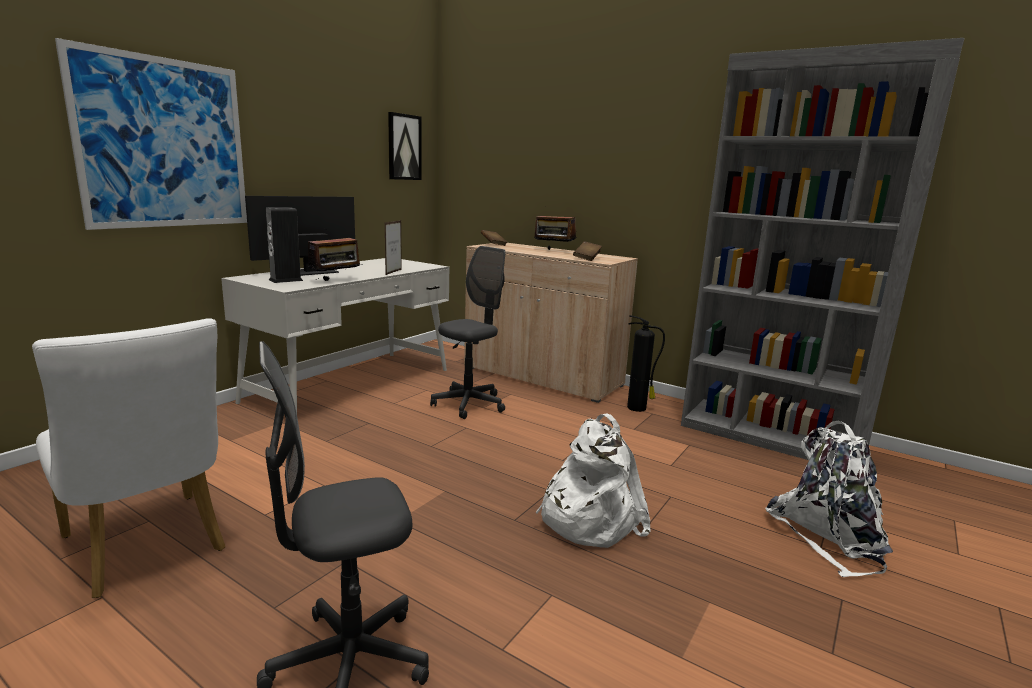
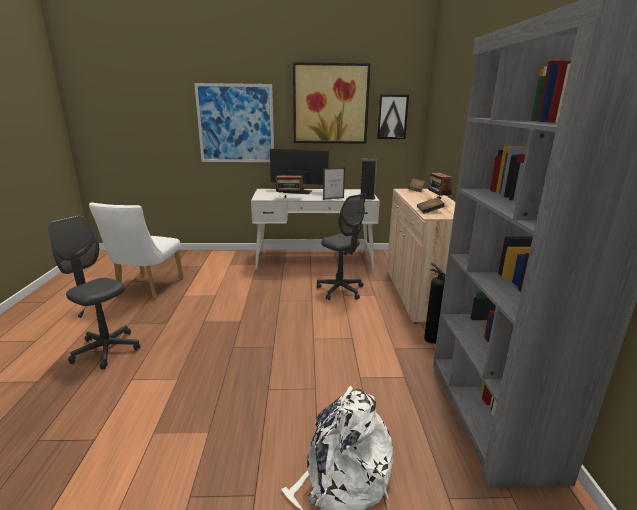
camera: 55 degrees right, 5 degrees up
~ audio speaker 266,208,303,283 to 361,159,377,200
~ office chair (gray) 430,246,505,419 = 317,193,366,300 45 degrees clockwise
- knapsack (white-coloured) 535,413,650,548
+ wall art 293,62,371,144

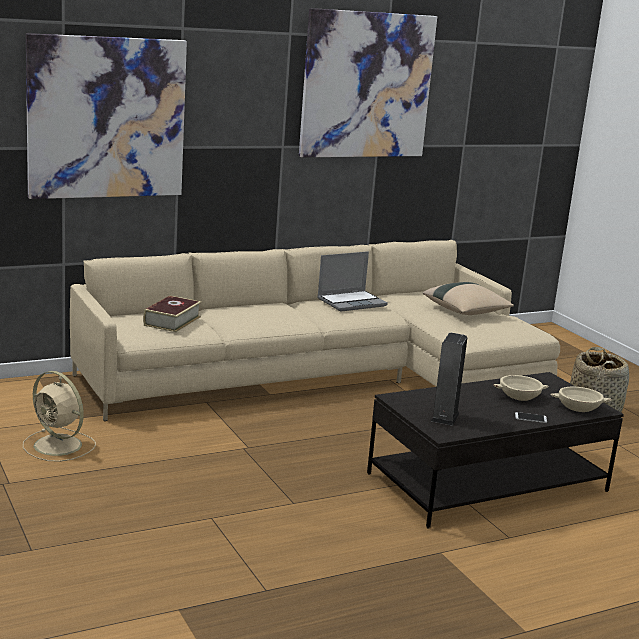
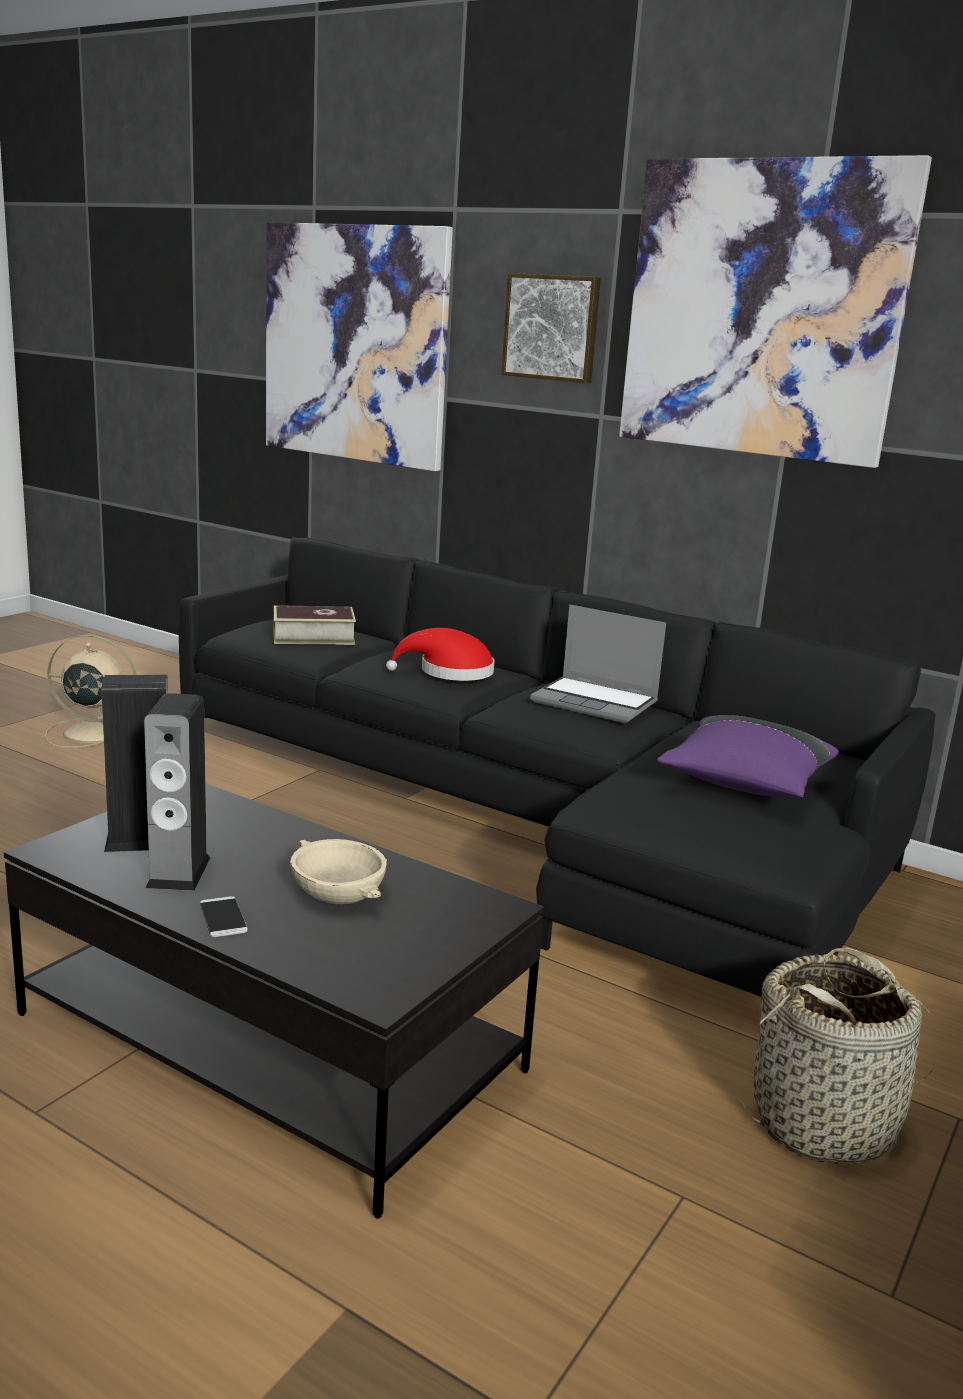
camera: 60 degrees right, 0 degrees up
~ couch (beige) 70,240,560,421 to couch (blackish) 179,537,935,997
~ throw pillow (beige) 423,282,514,315 to throw pillow (purple) 657,715,839,798
~ fan (beige) 23,371,96,462 = 45,634,136,748 90 degrees clockwise
- serving bowl (beige) 550,387,612,412
+ wall art 501,273,601,383
+ hat (reddish) 386,628,494,681
+ audio speaker 144,693,210,891

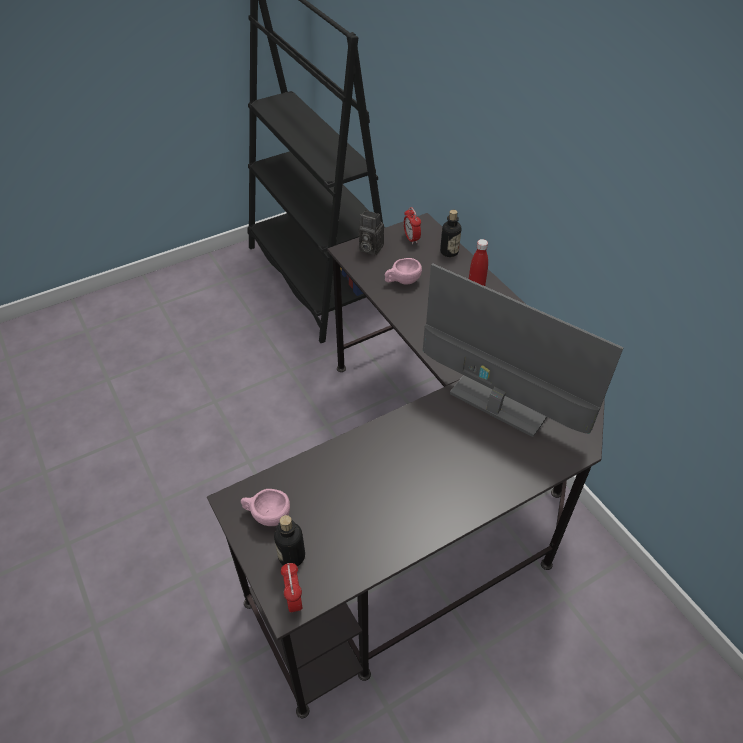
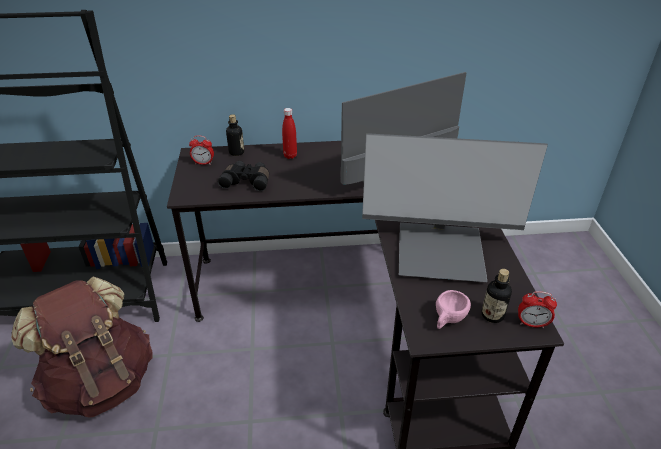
camera: 65 degrees left, 10 degrees down
- photo camera 359,210,384,256
~ drinking cup (pink) 385,258,422,285 to binoculars (blackish) 218,161,269,191
+ computer screen 362,133,548,282
+ knapsack (brown) 11,276,152,418

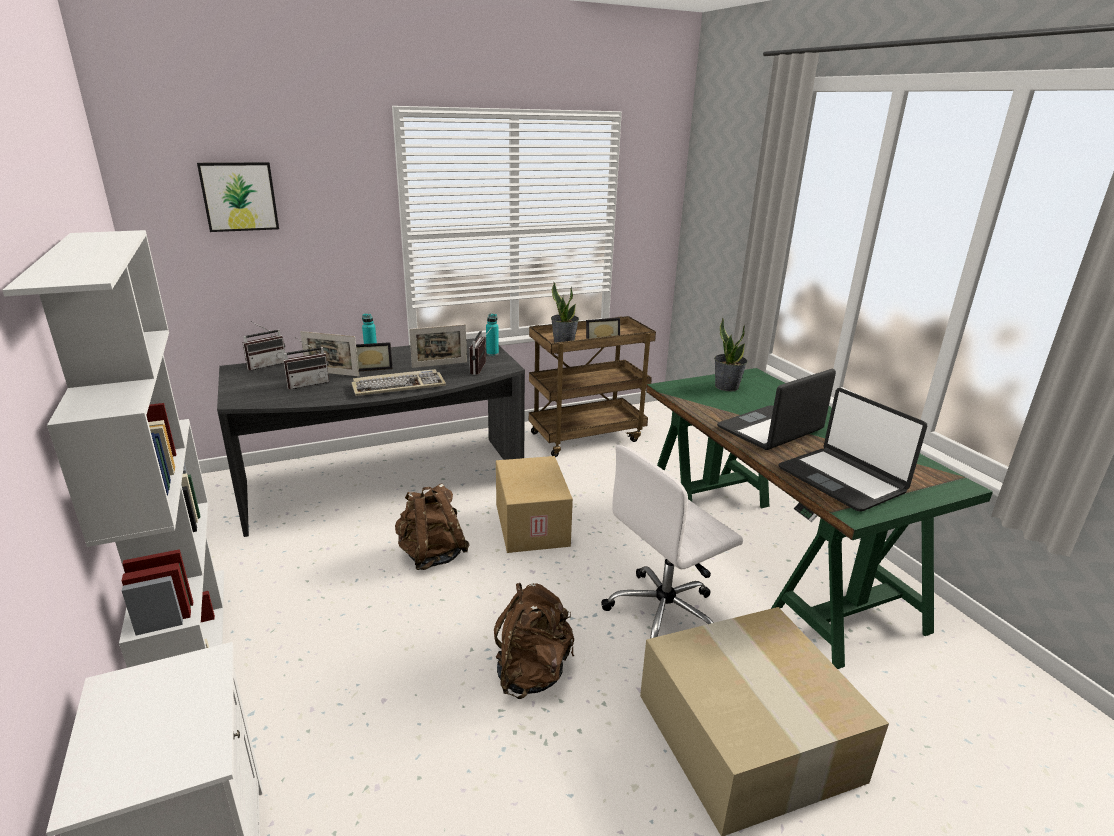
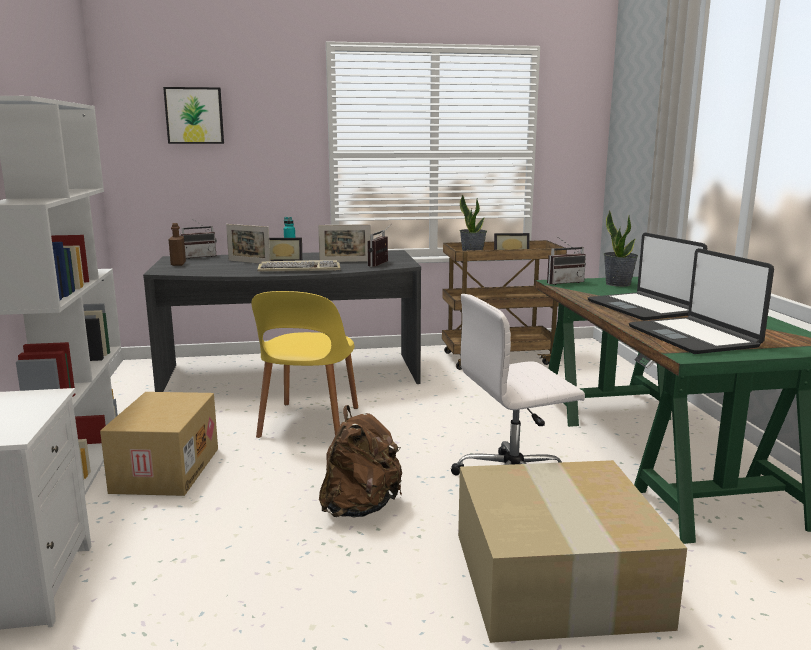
camera: 15 degrees right, 10 degrees down
- beverage bottle (turquoise-coloured) 486,313,499,356
~ radio set 283,337,329,389 to 547,238,586,285
~ portable computer 717,369,836,450 = 588,232,707,321 90 degrees counterclockwise
~ carton 496,456,573,553 to 100,392,218,496
~ knapsack (brown) 395,484,470,570 to chair (yellow) 251,291,358,438
+ beverage bottle (brown) 169,223,186,266

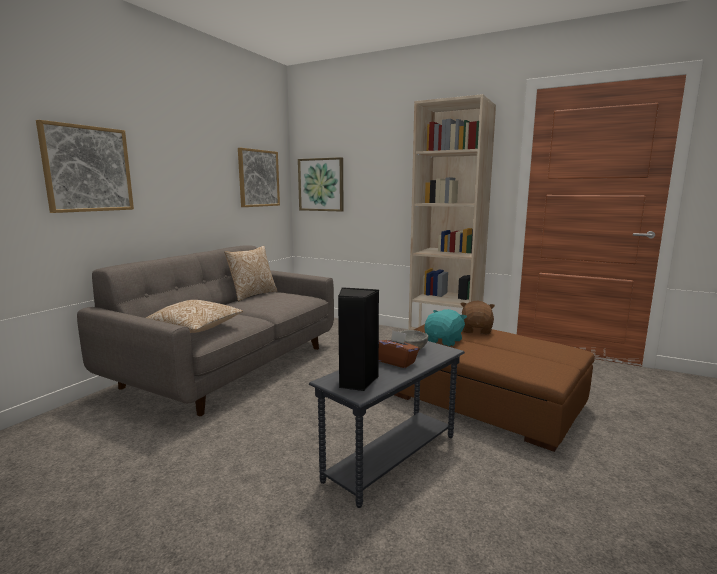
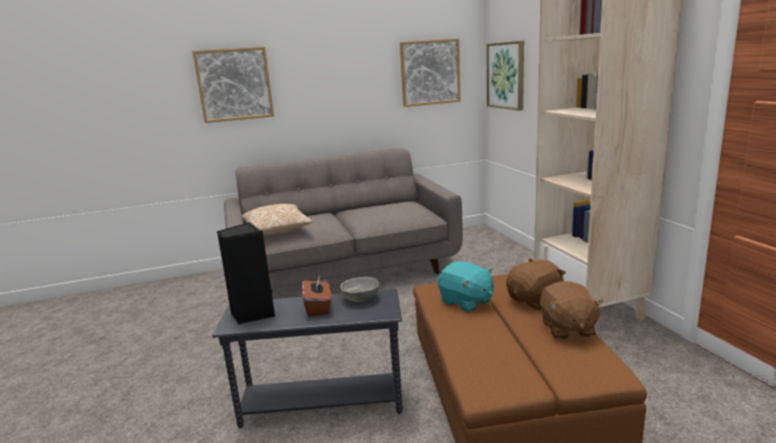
camera: 45 degrees right, 5 degrees up
- throw pillow 224,246,278,301
~ soft toy (turquoise-coloured) 424,309,467,346 = 438,261,494,312 60 degrees clockwise
+ soft toy (brown) 540,281,604,340

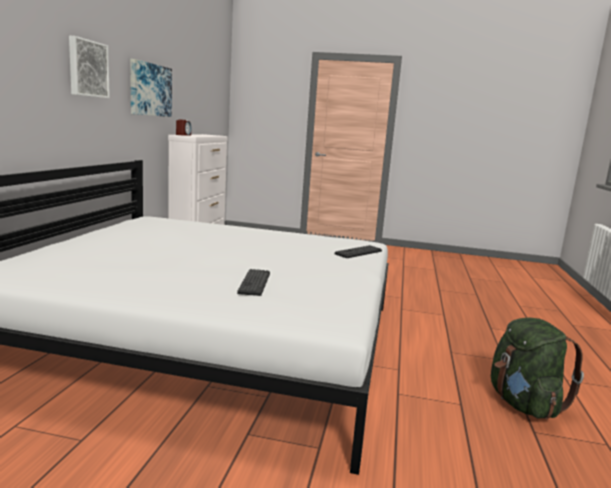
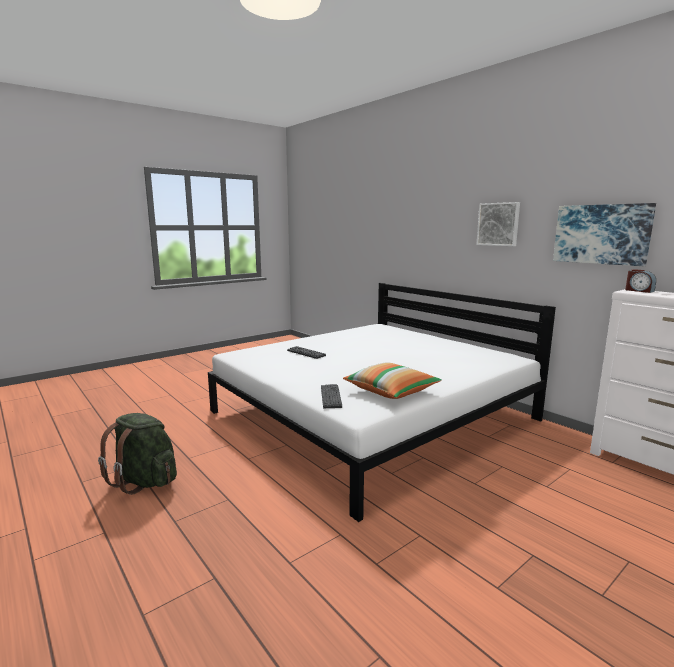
camera: 130 degrees right, 0 degrees up
+ throw pillow 343,362,442,399

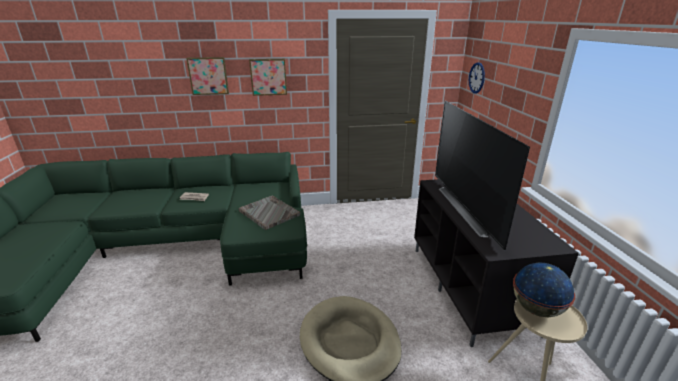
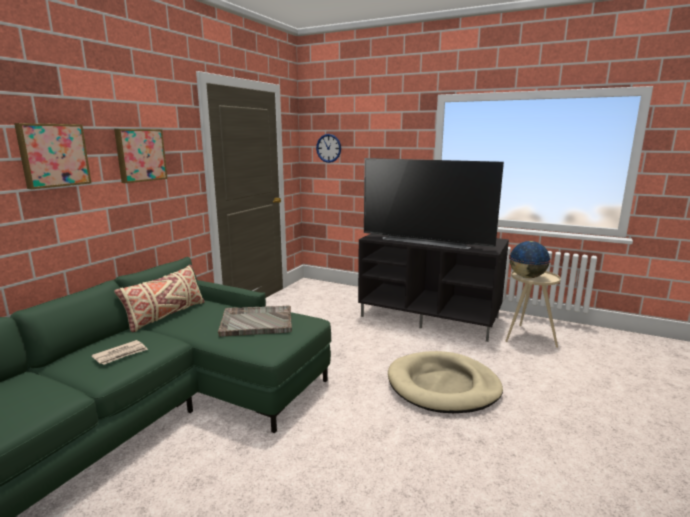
camera: 55 degrees left, 10 degrees down
+ throw pillow (beige) 114,265,205,332

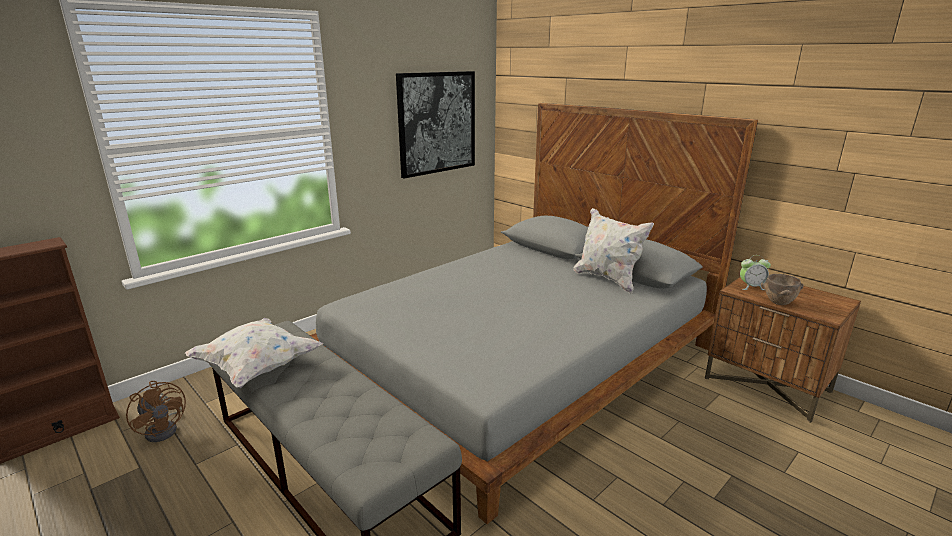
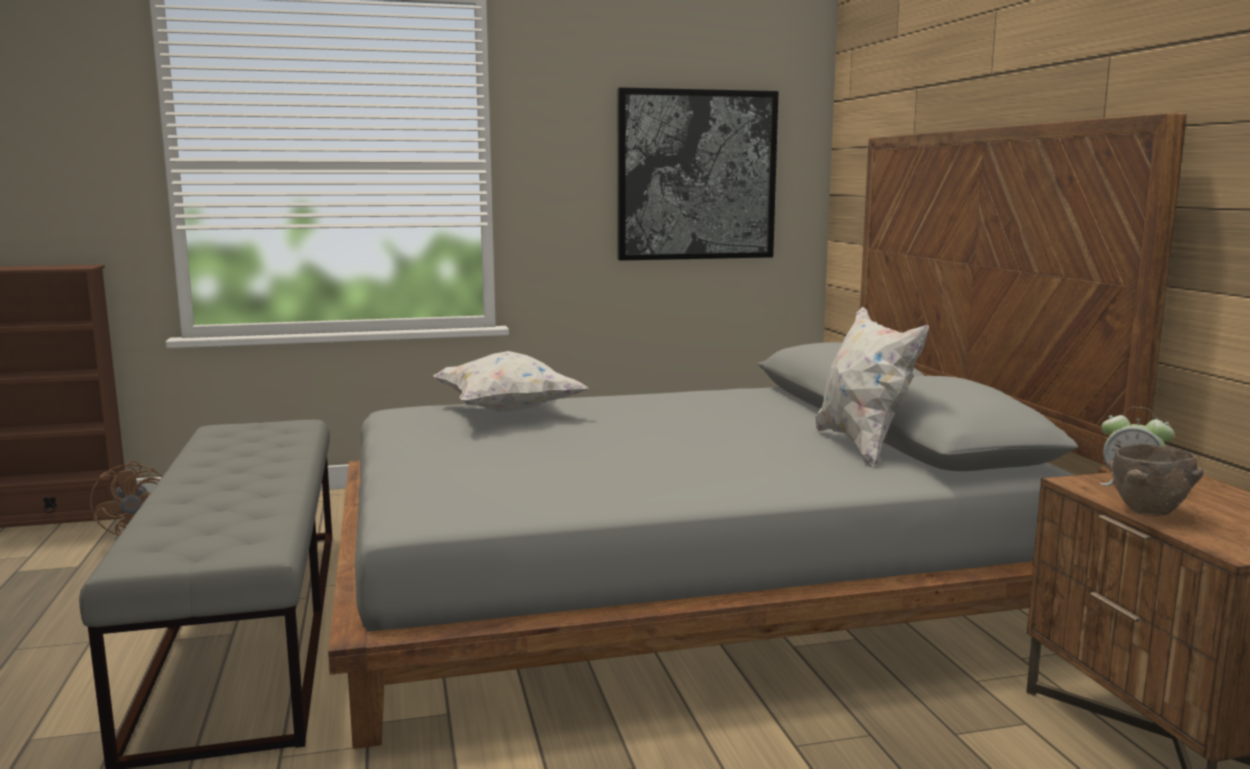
camera: 30 degrees right, 10 degrees down
~ throw pillow (white-coloured) 185,318,323,388 to 433,351,589,412

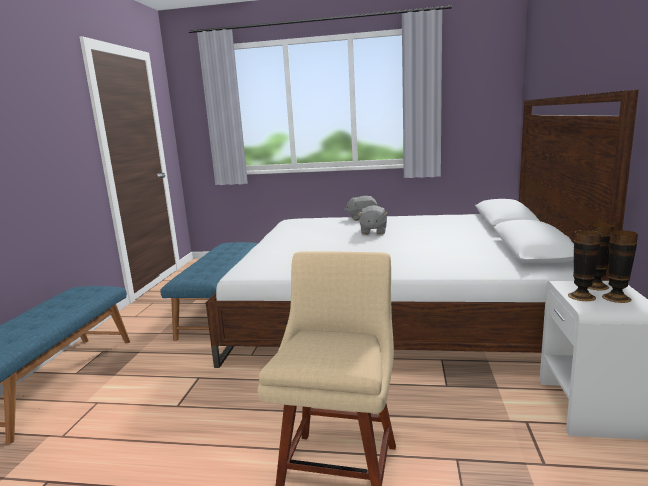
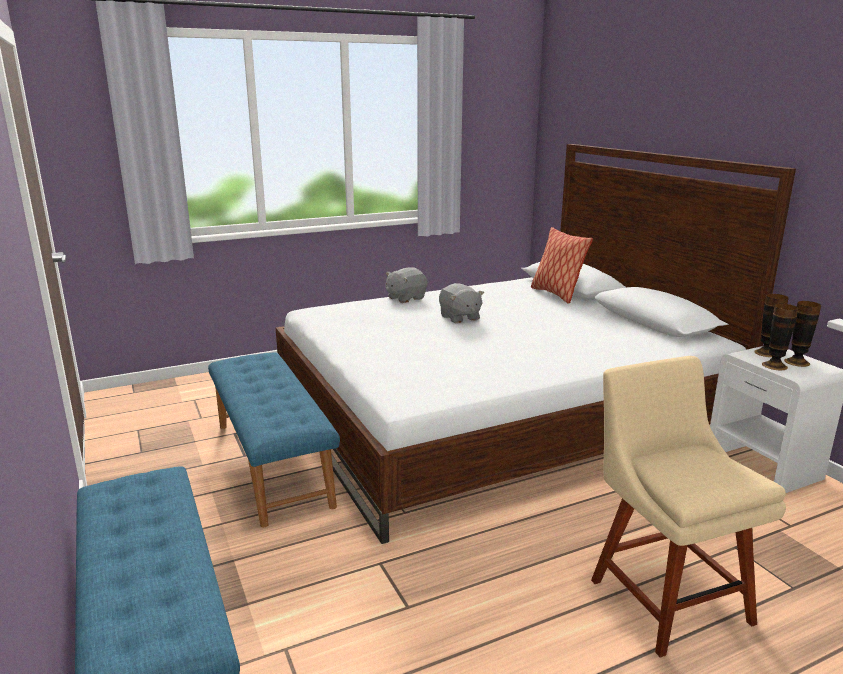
camera: 35 degrees left, 5 degrees up
+ throw pillow 531,227,593,304

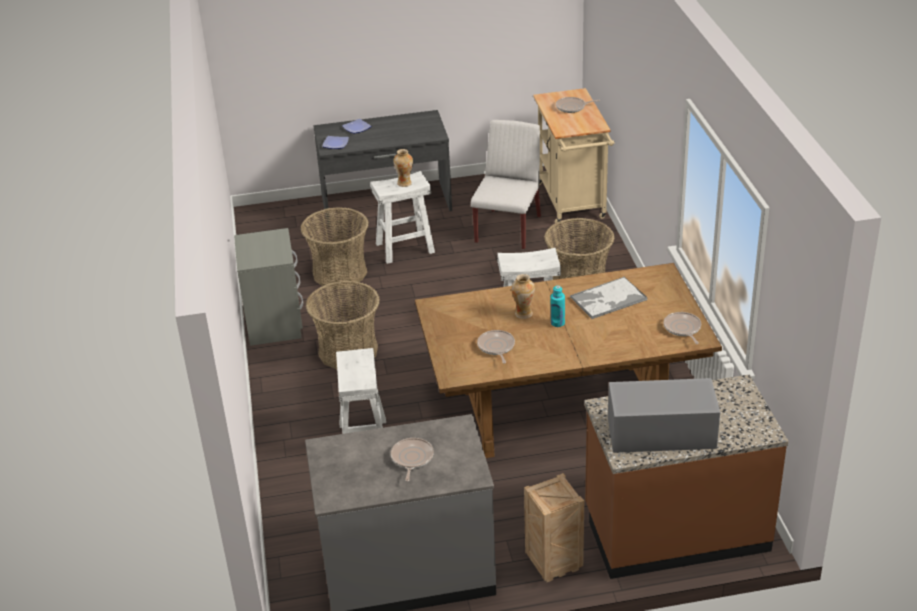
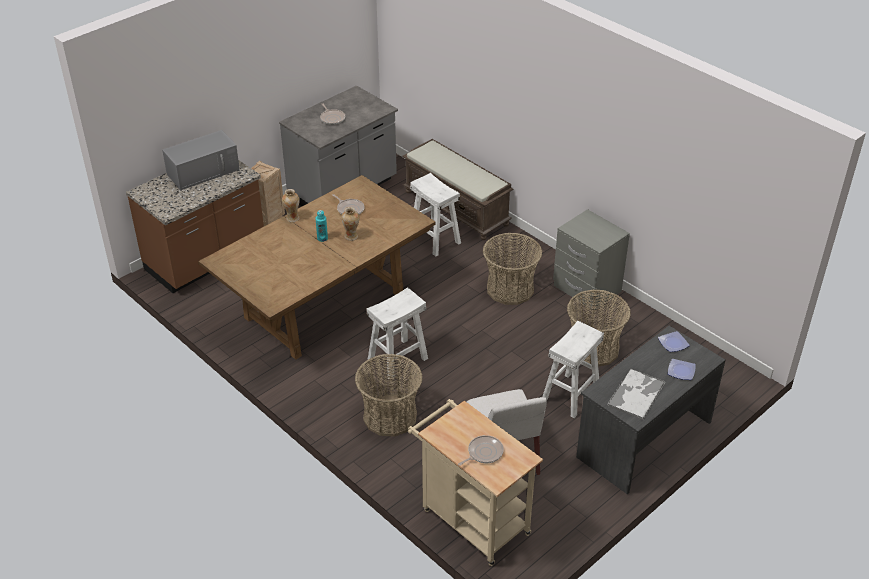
camera: 145 degrees right, 5 degrees up
~ vase 393,149,413,187 to 282,189,300,222
~ serving tray 570,277,647,319 to 607,368,665,420
- pan 663,312,701,344
+ bench (brown) 402,139,513,240

